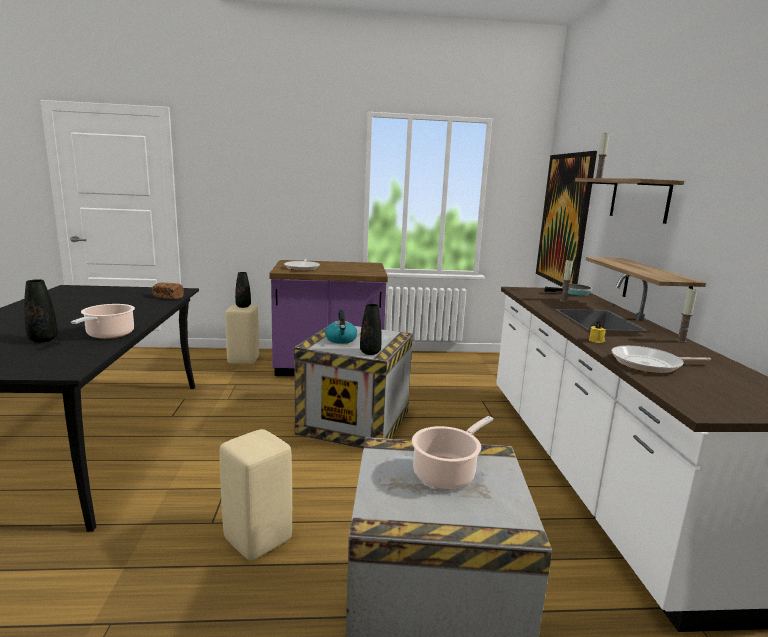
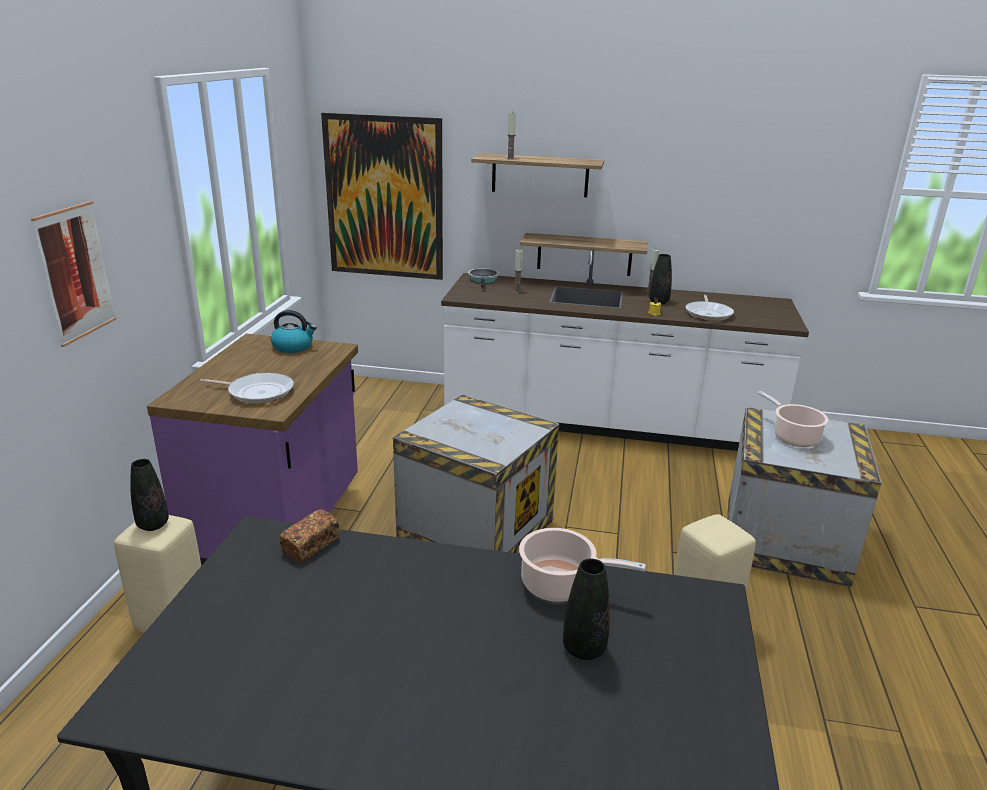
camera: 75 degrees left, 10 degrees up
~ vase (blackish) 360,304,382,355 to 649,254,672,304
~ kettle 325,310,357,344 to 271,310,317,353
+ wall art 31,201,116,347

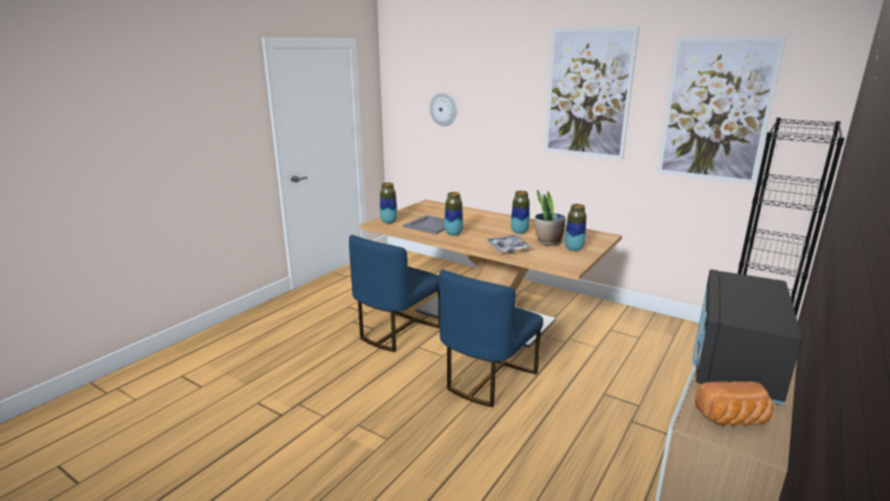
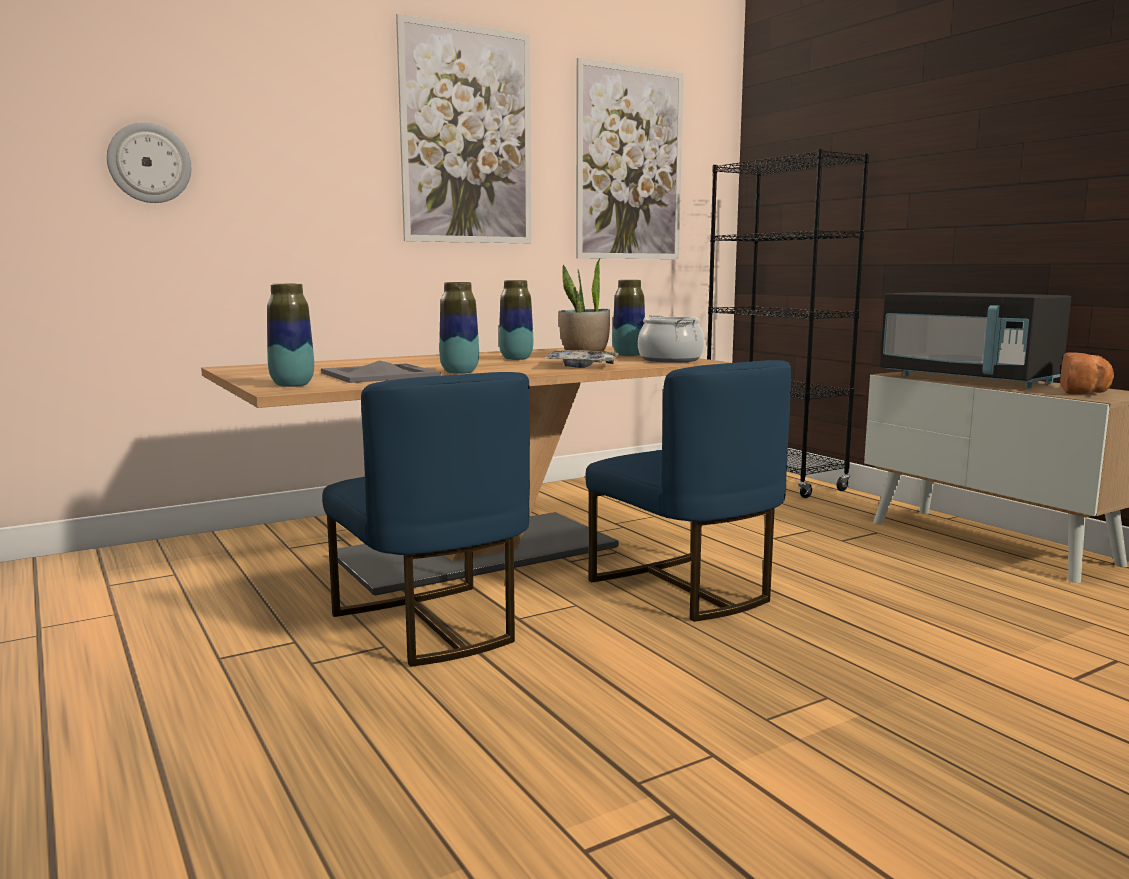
camera: 65 degrees left, 10 degrees down
+ stockpot 638,315,705,363

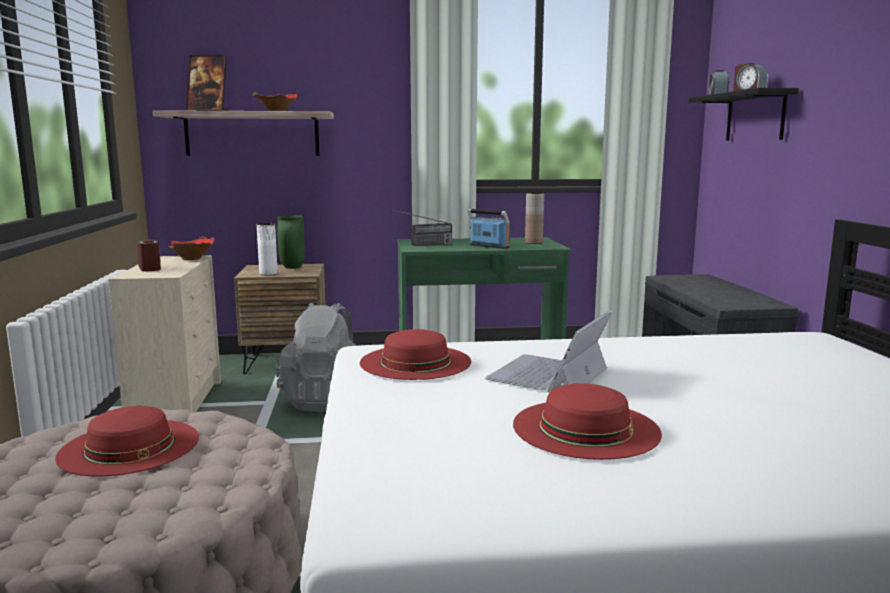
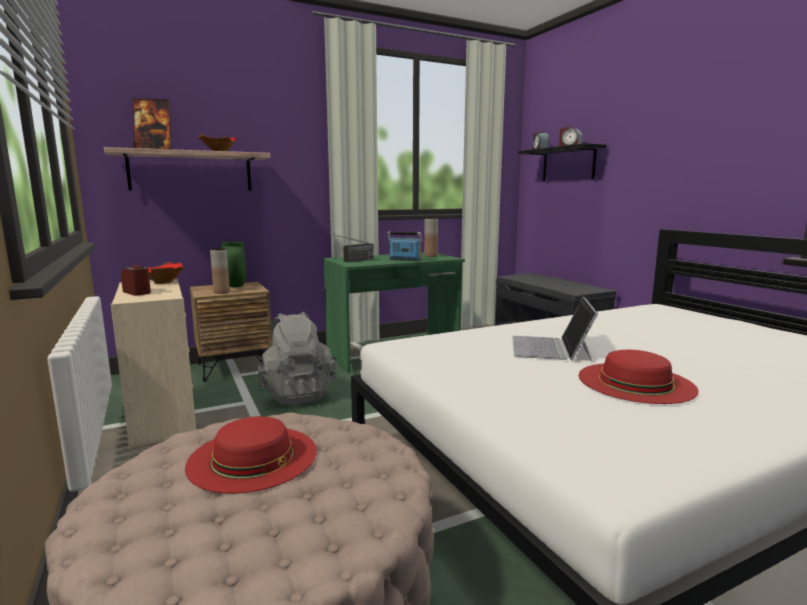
camera: 20 degrees left, 0 degrees up
~ vase (white-coloured) 257,223,278,275 to vase (brown) 210,248,230,294
- hat (reddish) 360,329,471,380

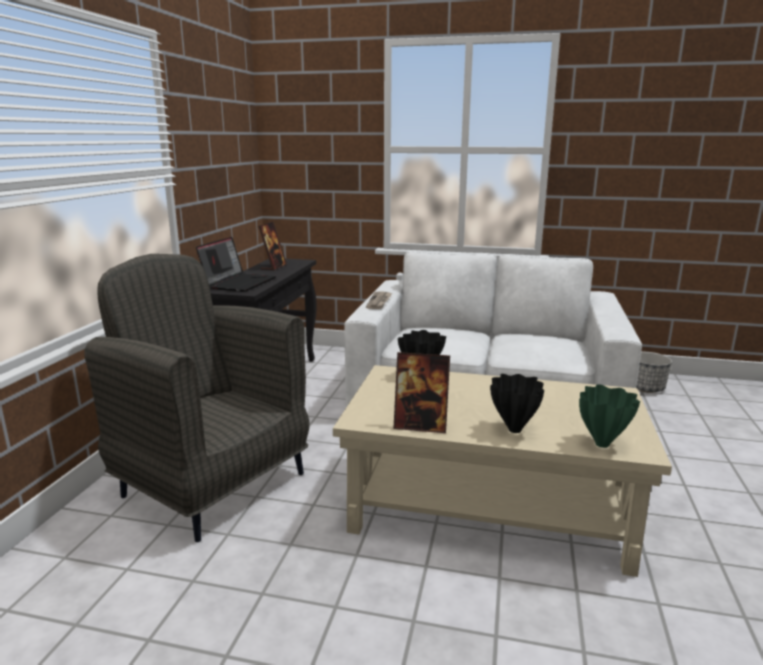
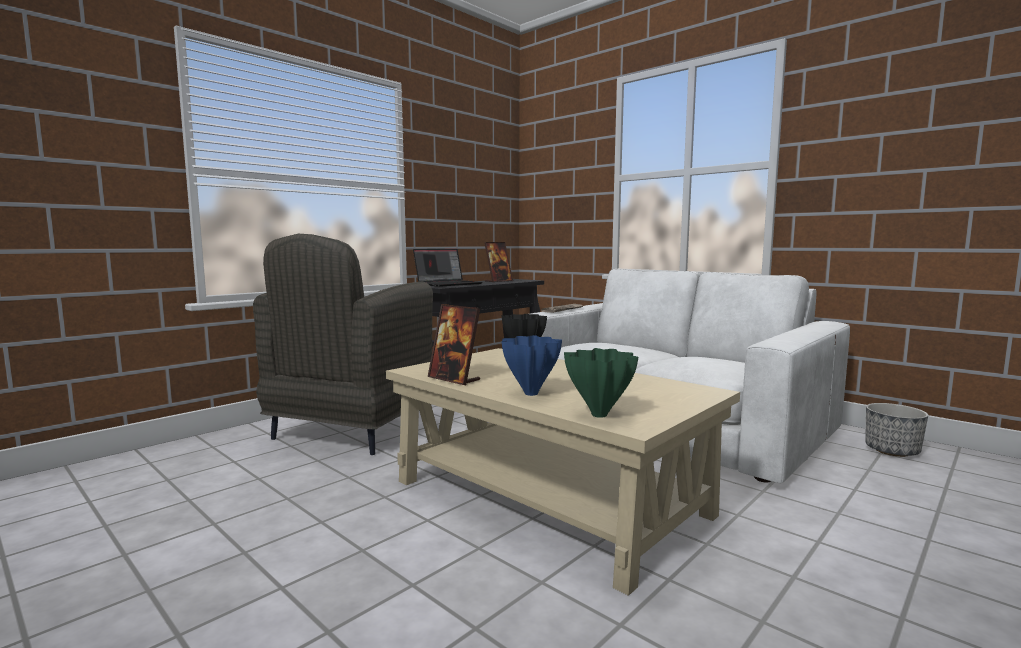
camera: 30 degrees right, 10 degrees down
~ easy chair (gray) 84,254,310,542 = 253,234,433,455 135 degrees counterclockwise
~ vase (blackish) 490,374,544,433 to vase (blue-coloured) 502,335,562,396

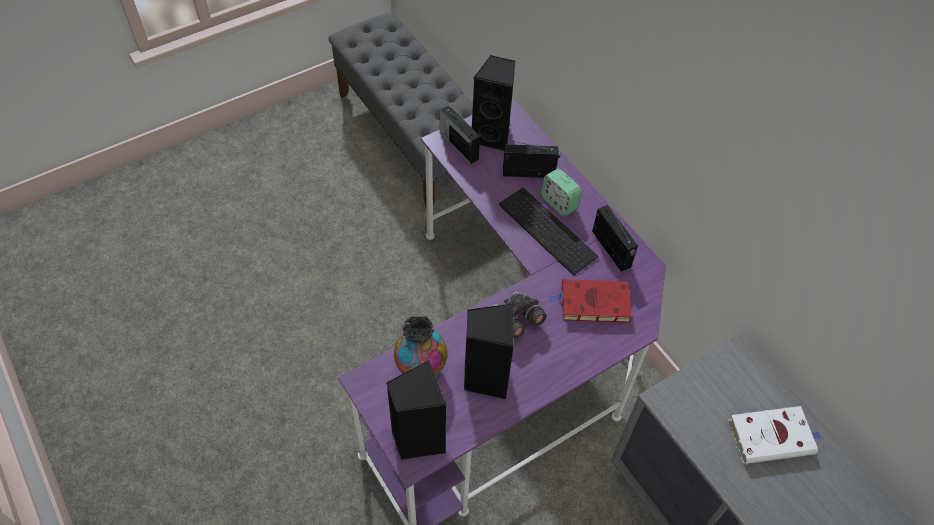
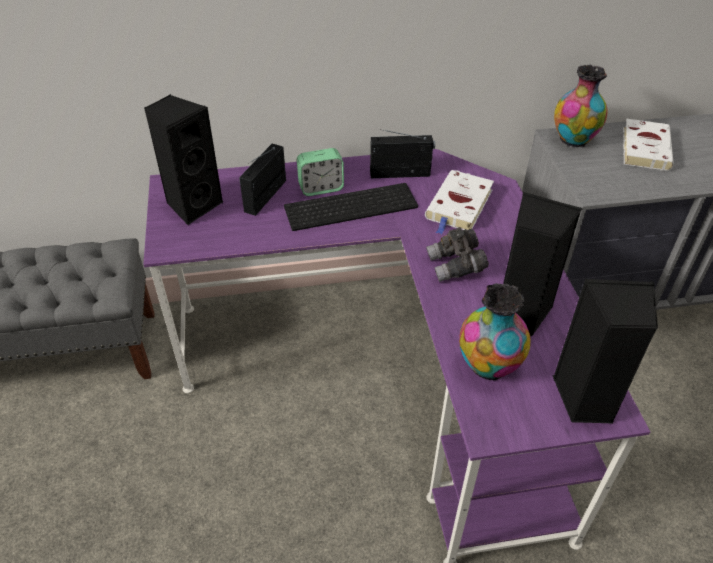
camera: 65 degrees left, 10 degrees down
- radio set 440,105,480,164
~ volume (reddish) 549,279,632,323 to volume (white-coloured) 425,170,494,235
+ vase 554,65,608,147

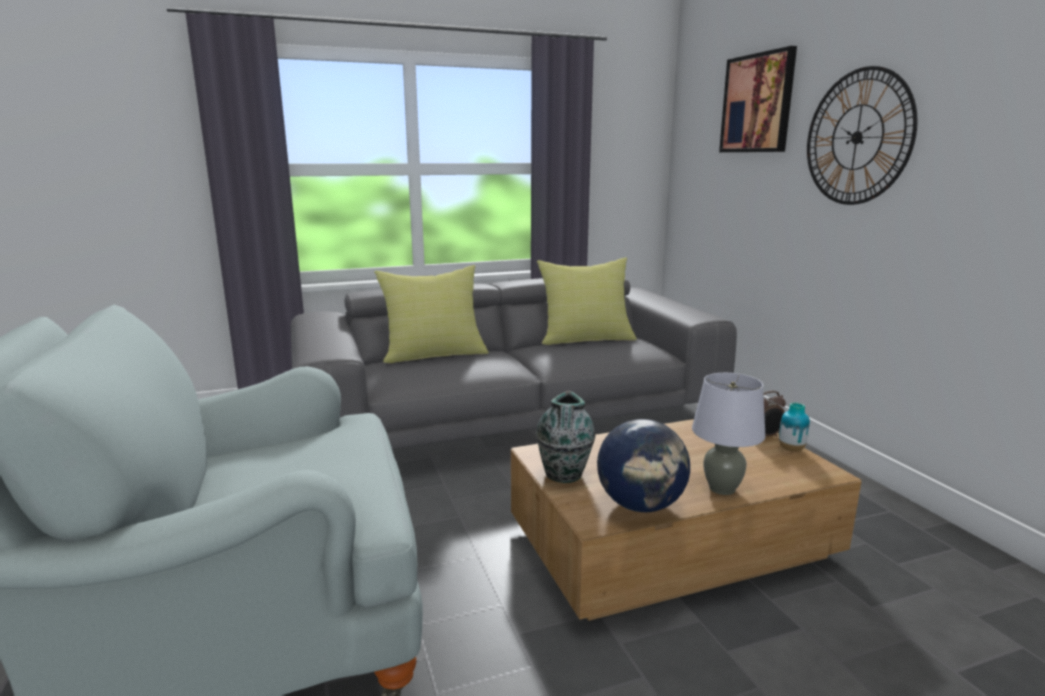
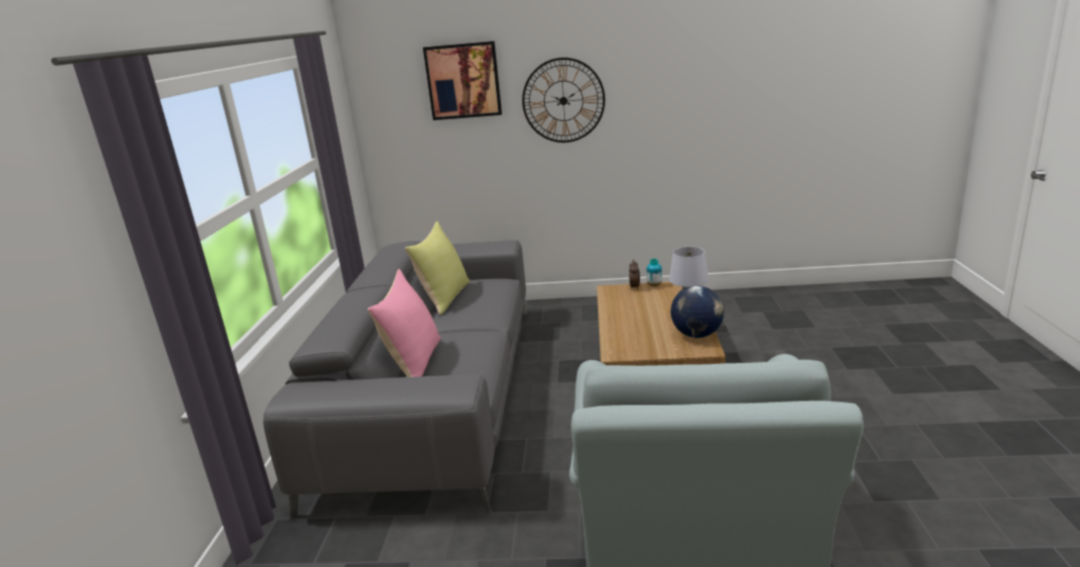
camera: 65 degrees left, 5 degrees up
~ throw pillow (yellow) 374,265,489,363 to throw pillow (pink) 368,269,441,377
- vase 536,391,596,483

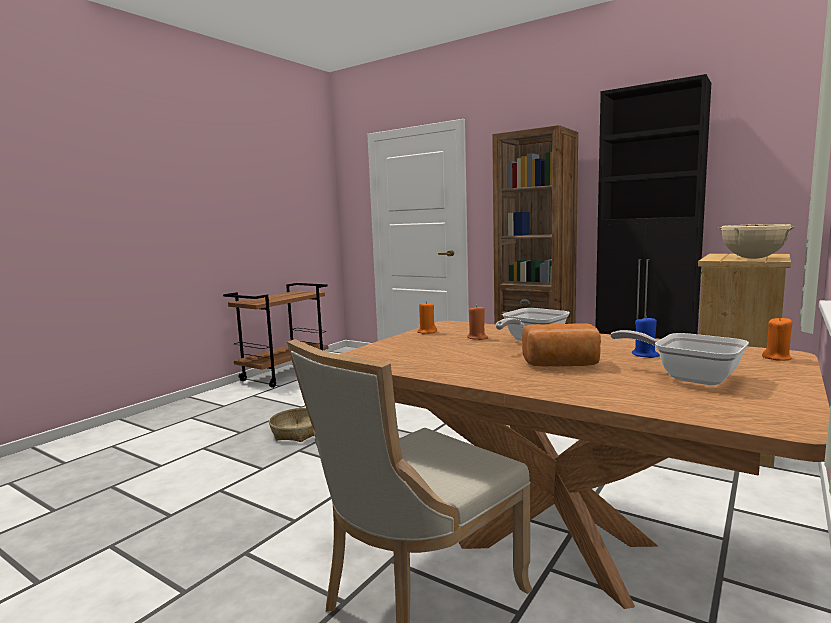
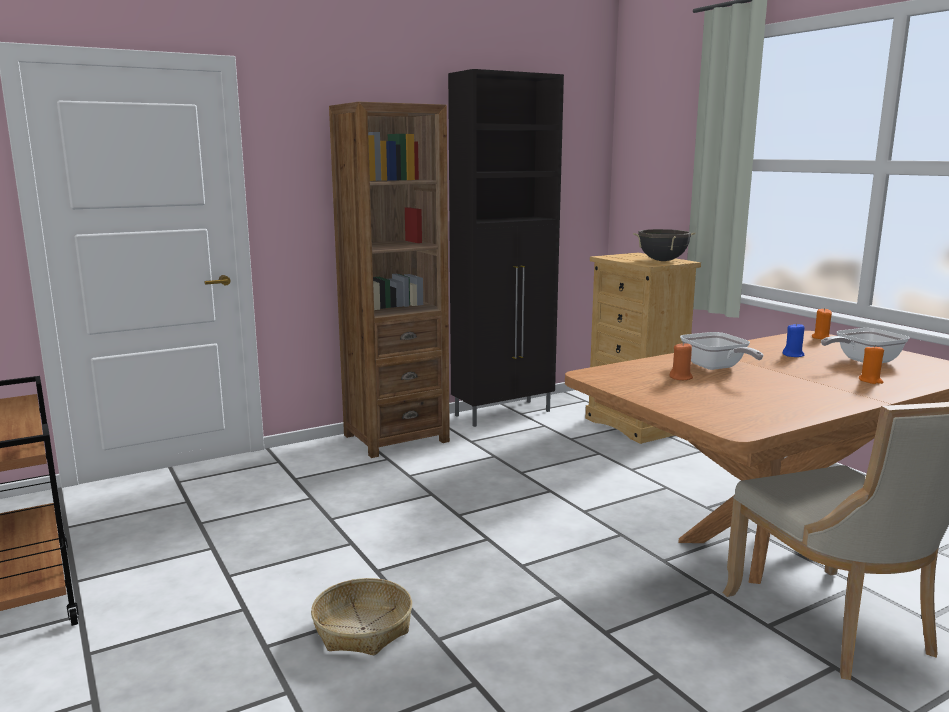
camera: 65 degrees left, 5 degrees up
~ stockpot (beige) 718,224,797,259 to stockpot (blackish) 633,229,696,261
~ candle (orange) 418,301,437,334 to 859,345,884,384
- baked bread 522,323,601,366

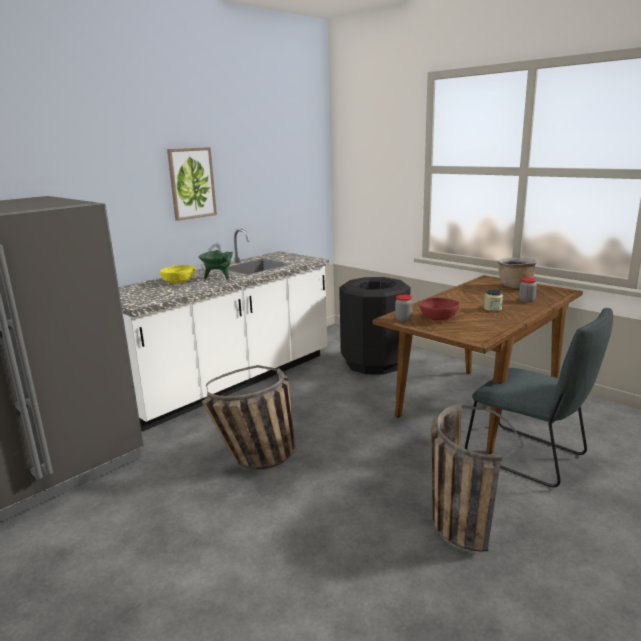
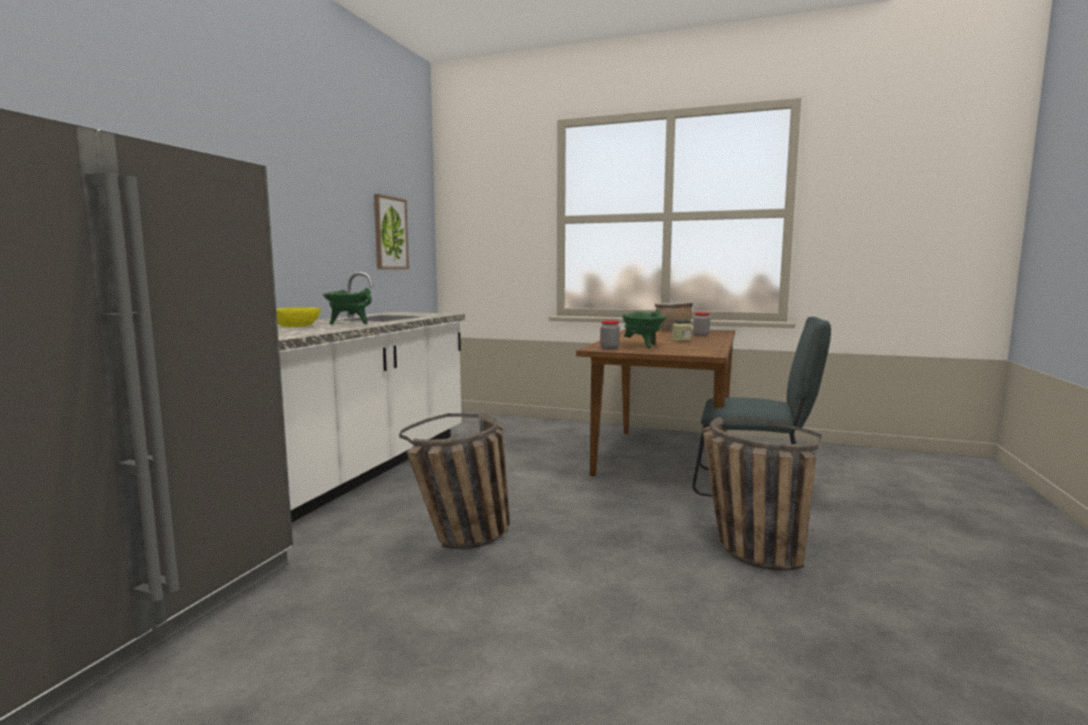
camera: 25 degrees left, 10 degrees down
~ wall art 167,147,217,221 to 374,194,409,269
- waste bin (blackish) 339,277,410,375
~ serving bowl (reddish) 420,298,460,320 to stockpot (greenish) 622,309,667,349

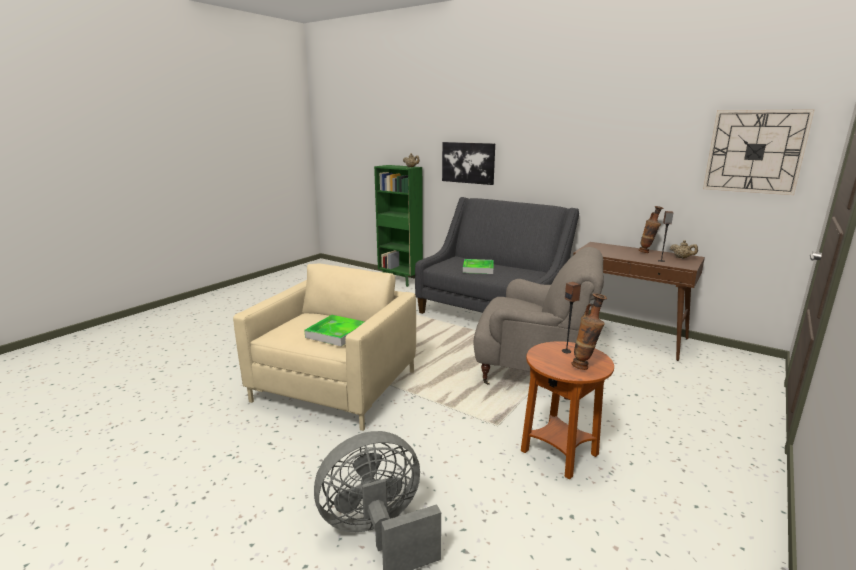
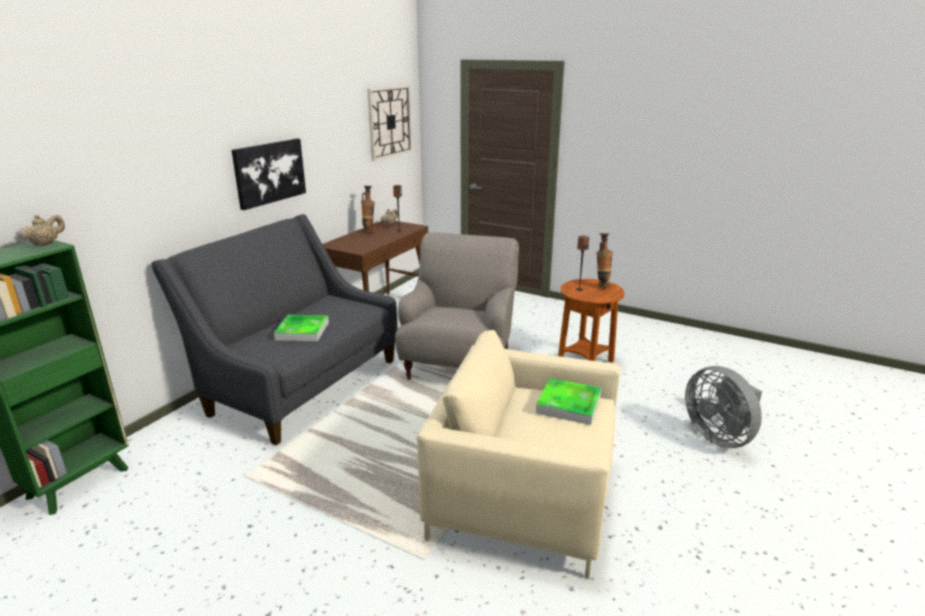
camera: 95 degrees left, 5 degrees up
~ wall art 442,142,495,185 to 232,139,306,210

